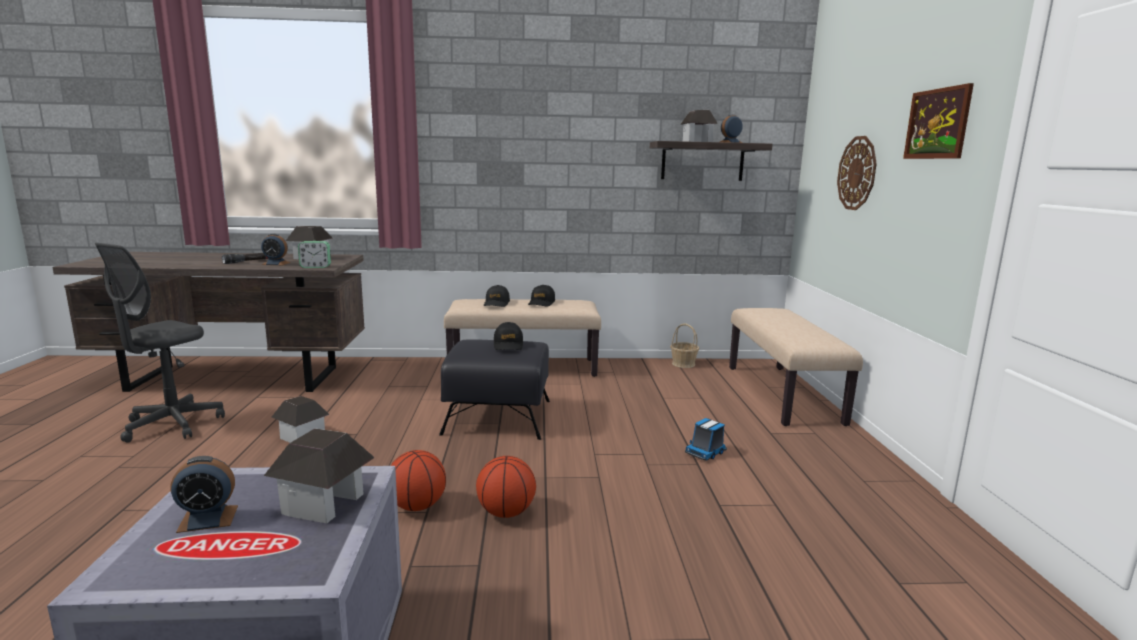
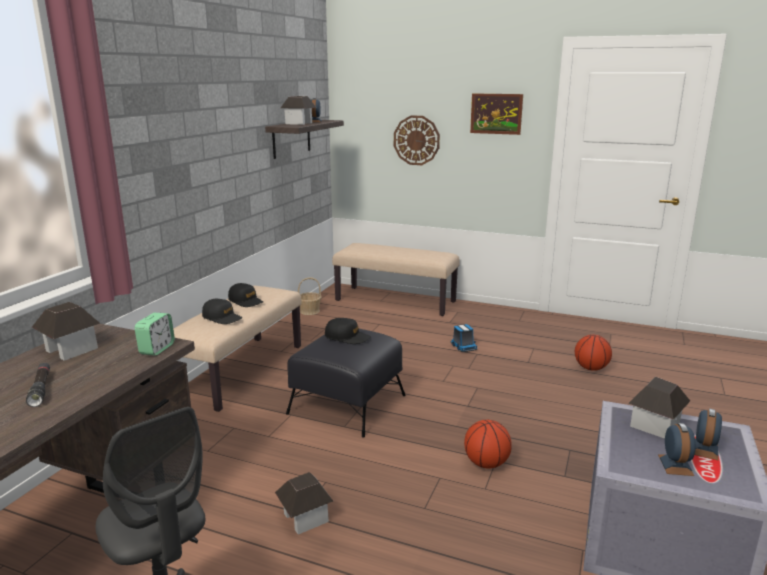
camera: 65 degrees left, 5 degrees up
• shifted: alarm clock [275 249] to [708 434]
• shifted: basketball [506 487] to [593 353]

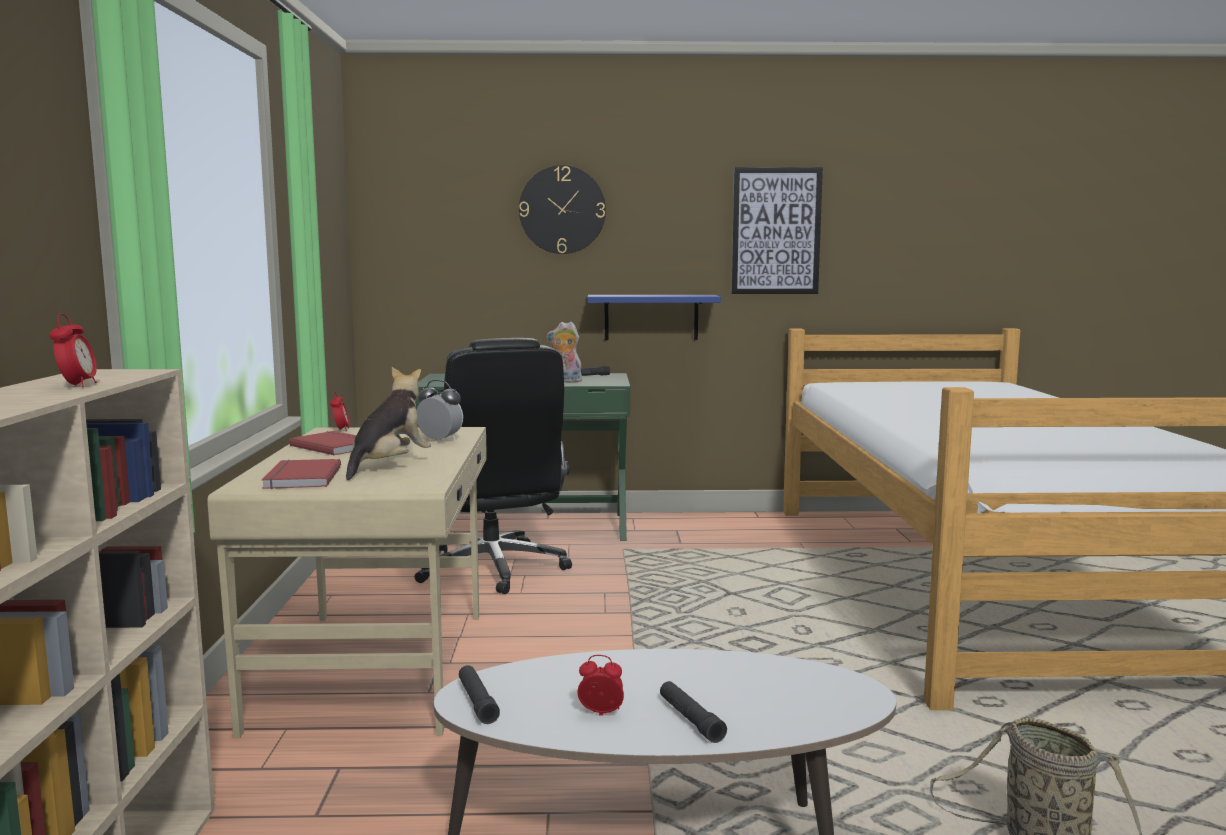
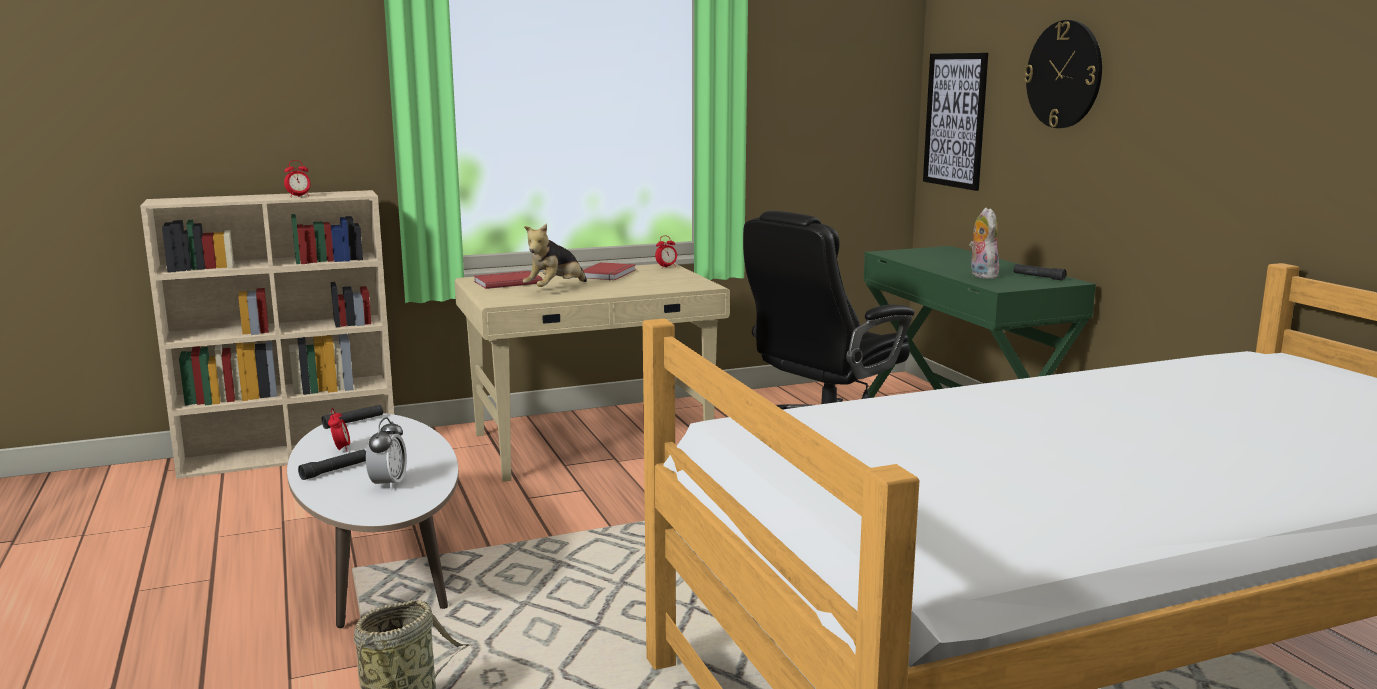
camera: 70 degrees right, 5 degrees up
• gone: blue shelf [654 317]
• shifted: alarm clock [439 411] to [386 453]
• shifted: picture [777 230] to [955 122]
• rotated: plush toy [388 423] = [555 255] 120 degrees clockwise

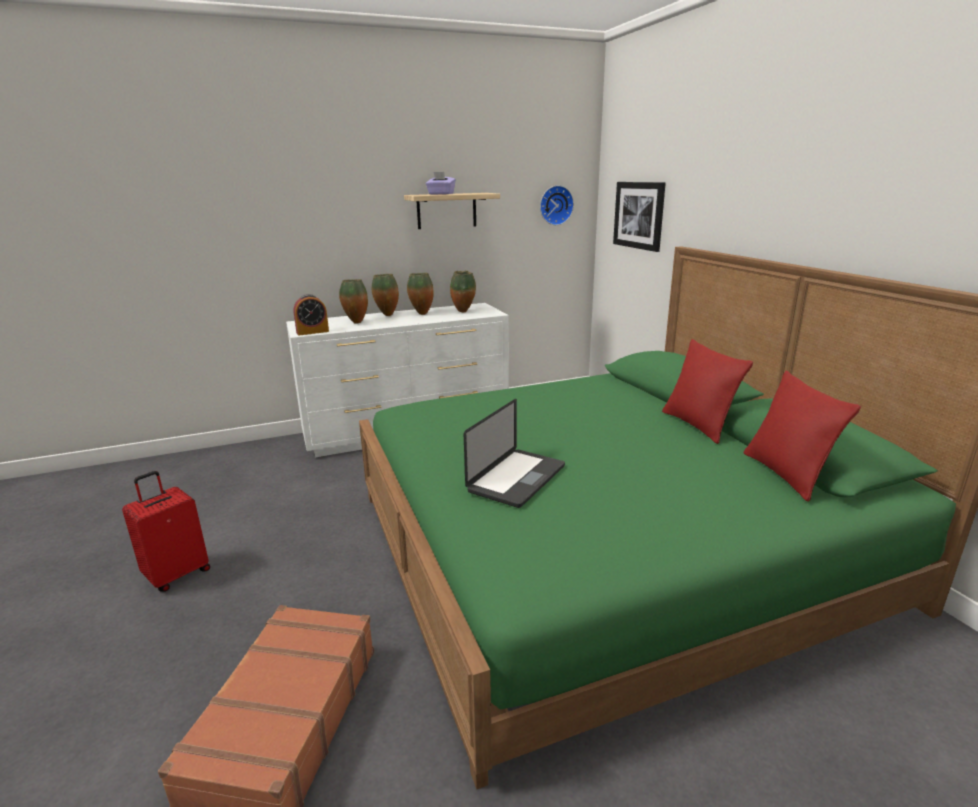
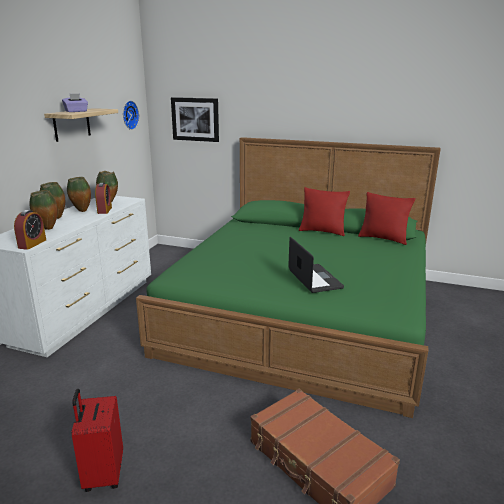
camera: 50 degrees left, 0 degrees up
• new: alarm clock [103 198]

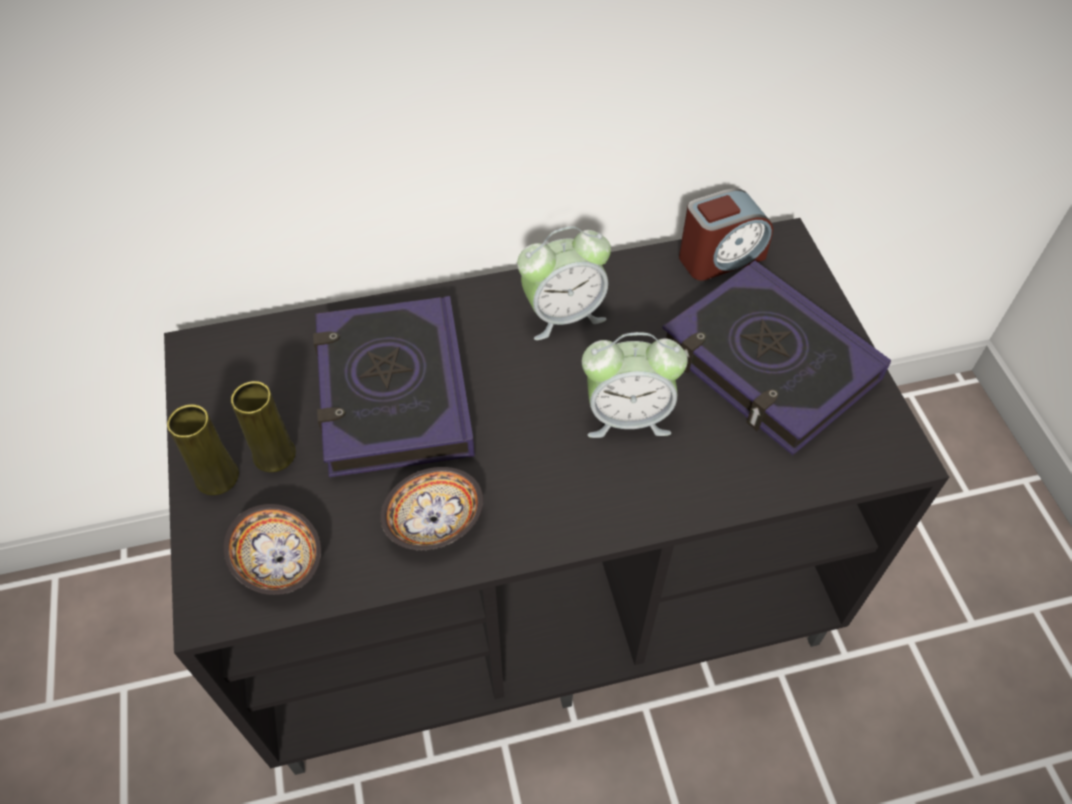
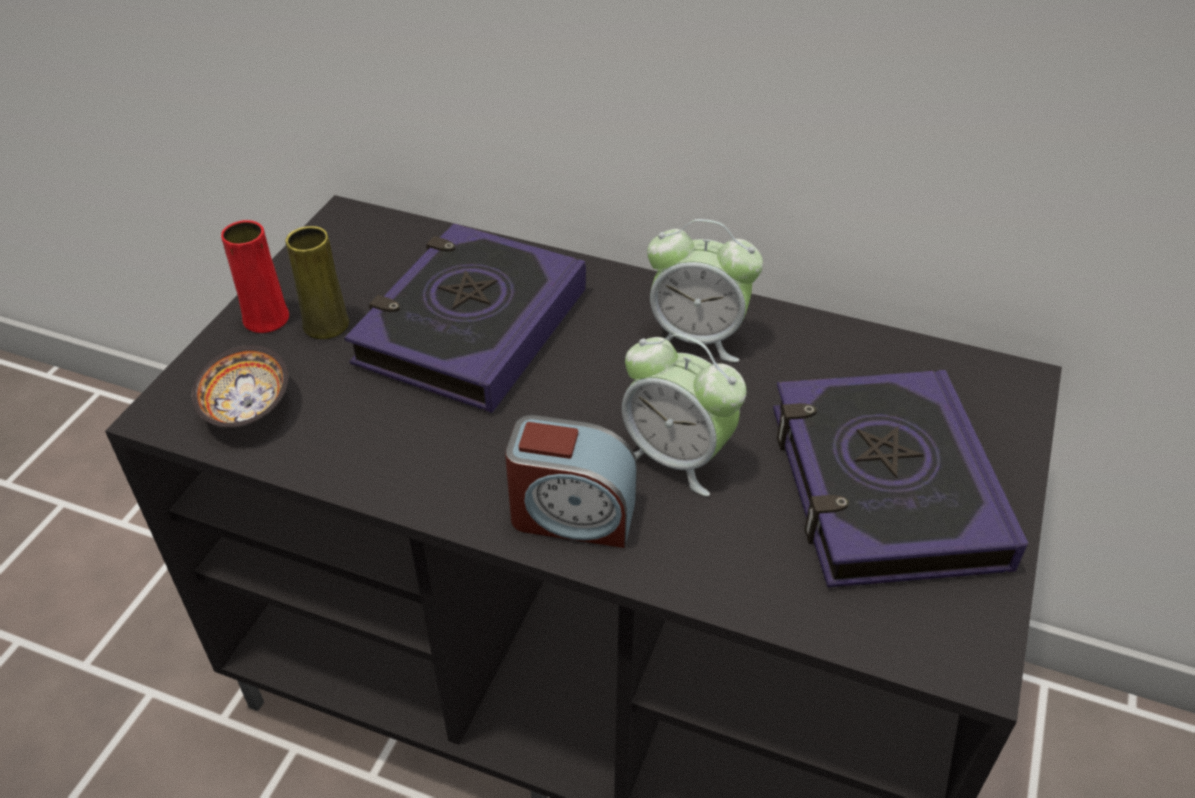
camera: 35 degrees right, 10 degrees down
• gone: bowl [431 508]
• shifted: alarm clock [726 234] to [571 481]
• repainted: yellow vase [203 449] to red vase [255 276]

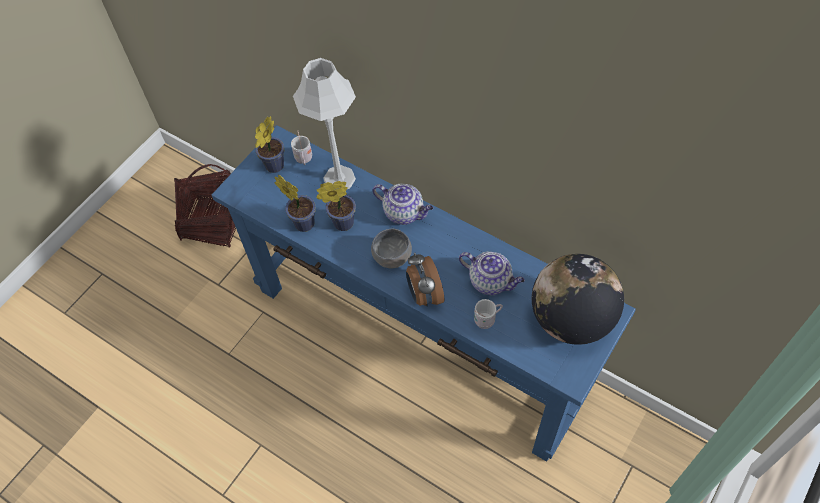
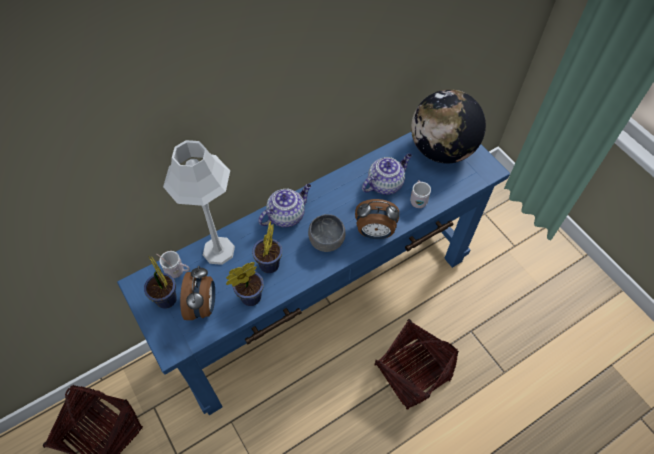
camera: 70 degrees left, 0 degrees up
• new: alarm clock [197 293]
• new: basket [417 364]

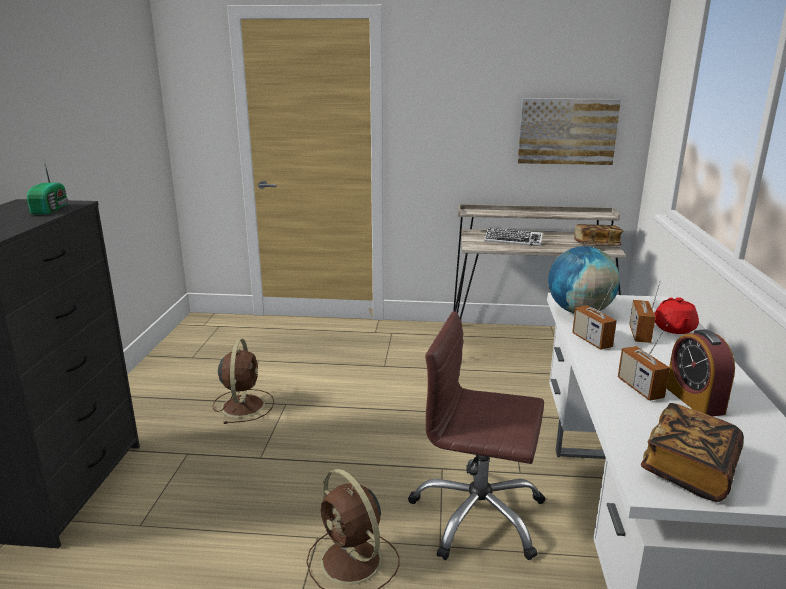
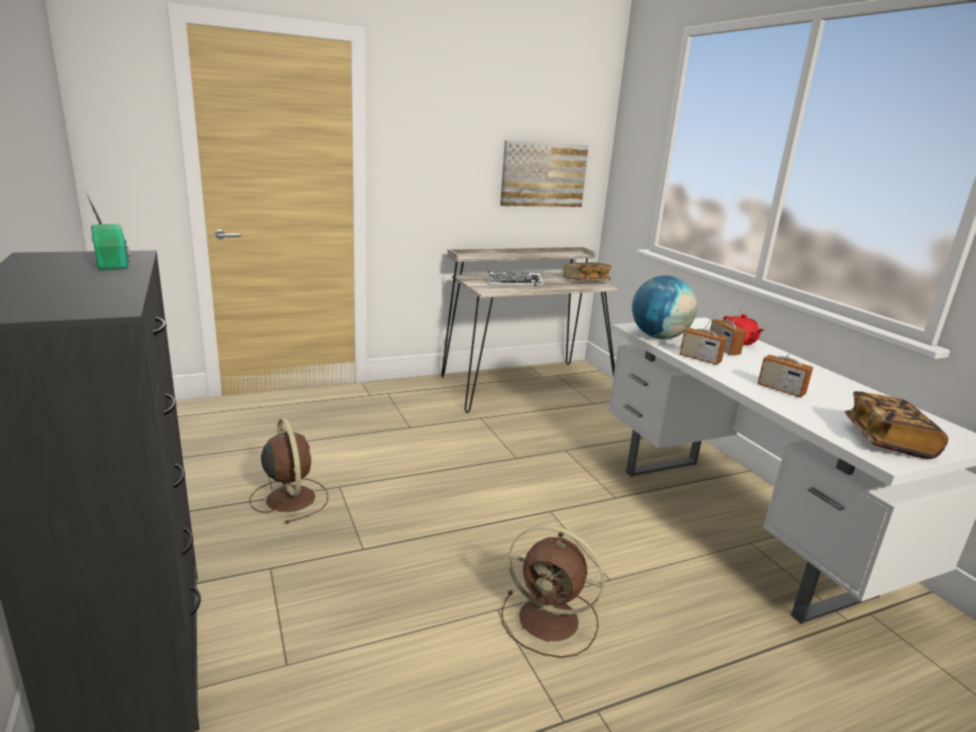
camera: 30 degrees left, 0 degrees up
• gone: brown office chair [476 435]
• gone: alarm clock [700 373]

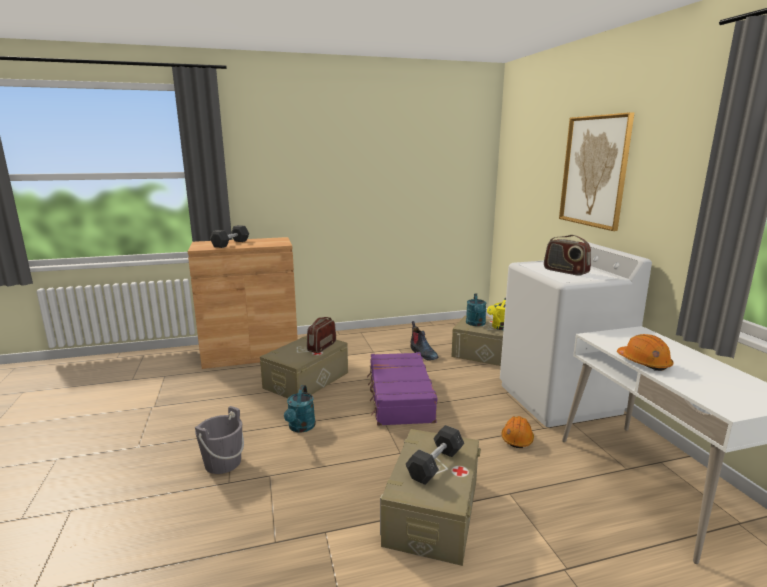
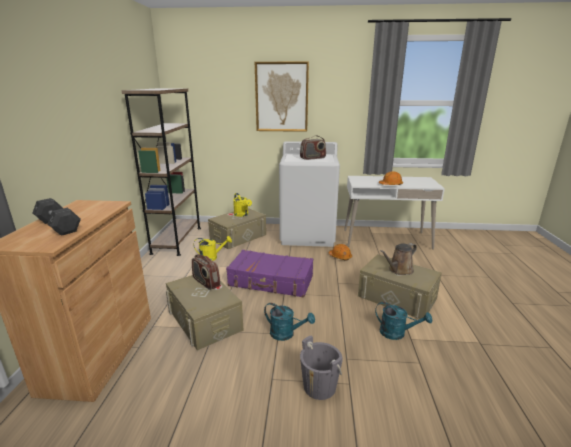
camera: 70 degrees left, 5 degrees up
• new: brown bookcase [161 172]
• shifted: turquoise watering can [476 309] to [403 321]
• swapped: grey dumbbell [435 455] to brown watering can [398 259]
• swapped: boot [424 341] to yellow watering can [213 248]

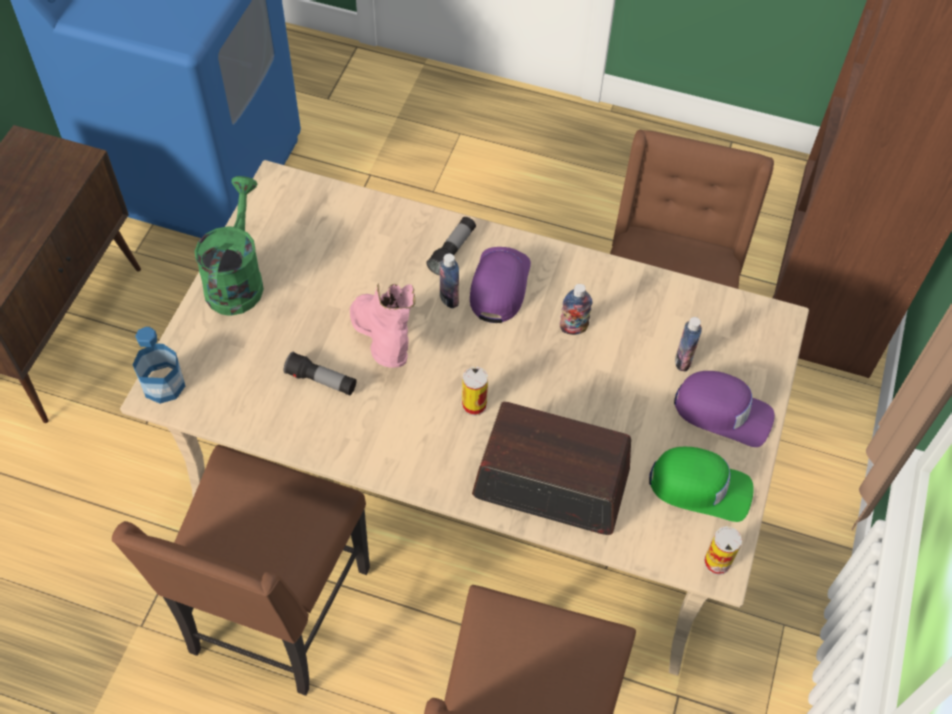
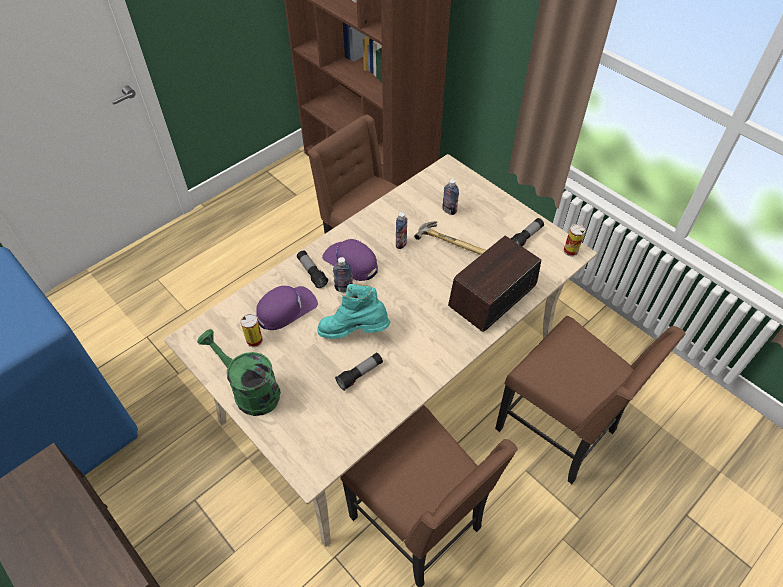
camera: 60 degrees left, 5 degrees down
• gone: bottle [158 365]
• new: hammer [450 238]
• shifted: can [475 391] to [251 330]
• shifted: purple cap [724 409] to [287 308]
• swapped: green cap [701 484] to flashlight [527 232]
• repainted: pink boot [383 325] to turquoise boot [353 311]

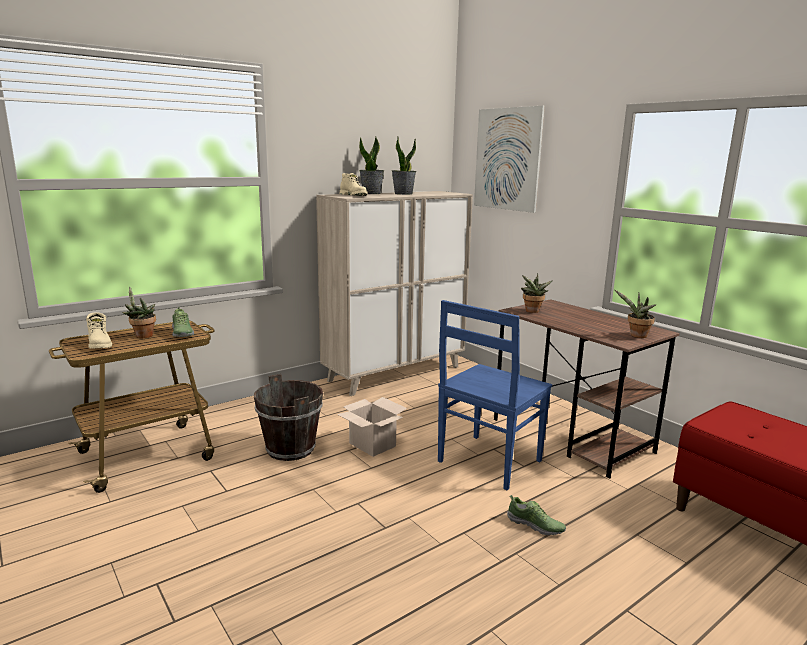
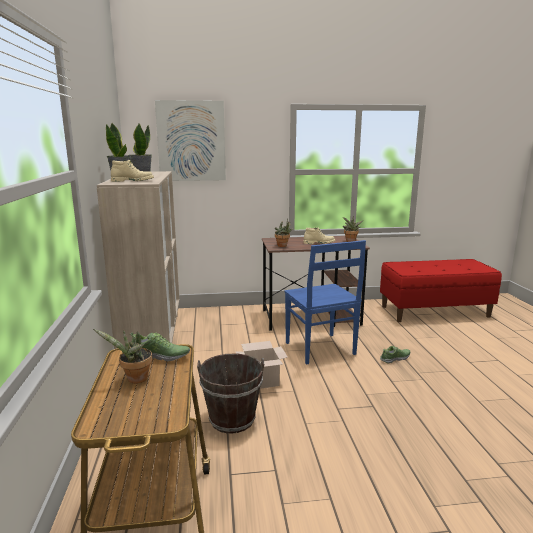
camera: 60 degrees left, 0 degrees up
• shifted: beige boot [99 330] to [319 236]

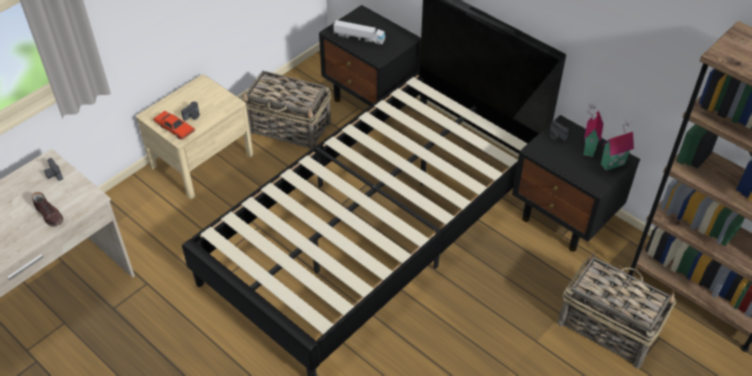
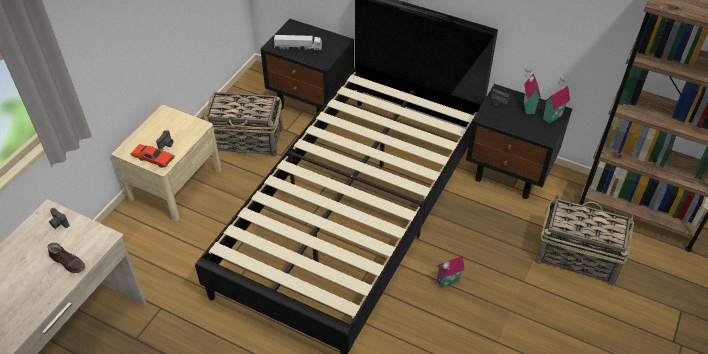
camera: 15 degrees left, 0 degrees up
• new: toy house [450 272]

